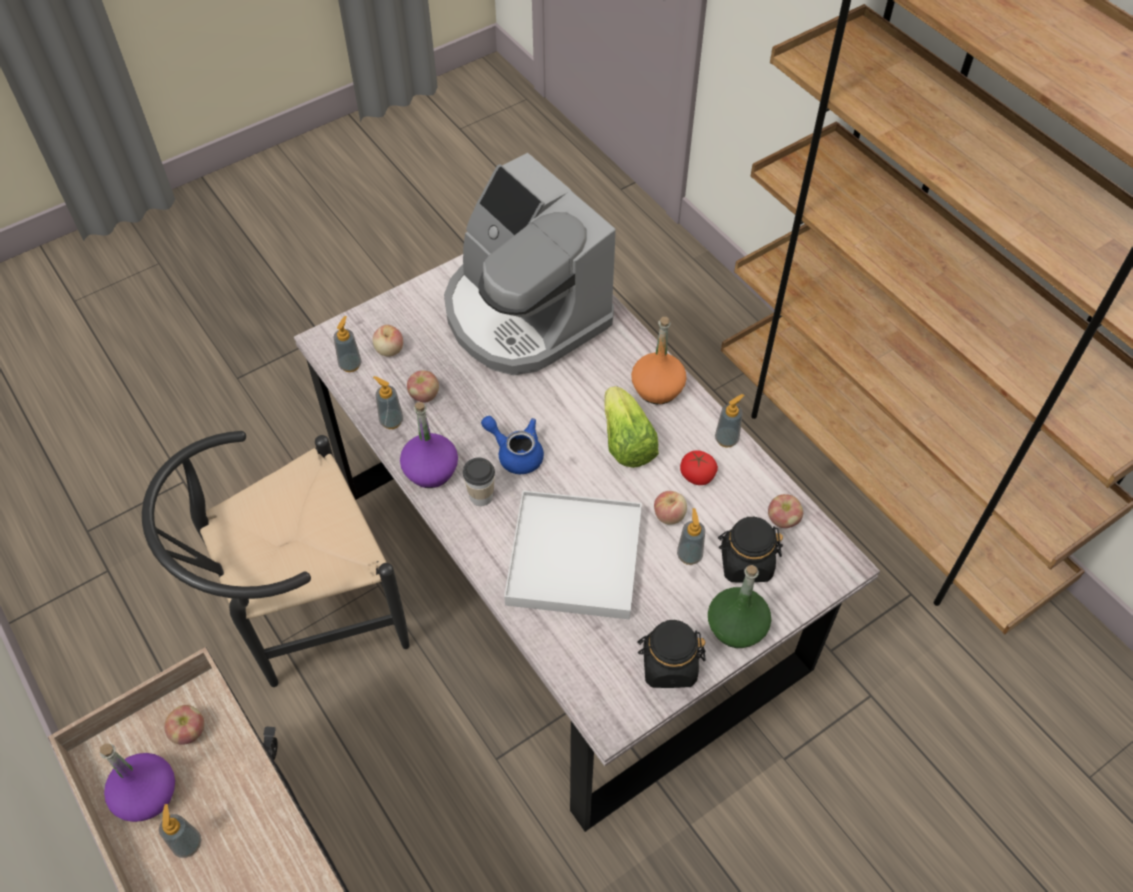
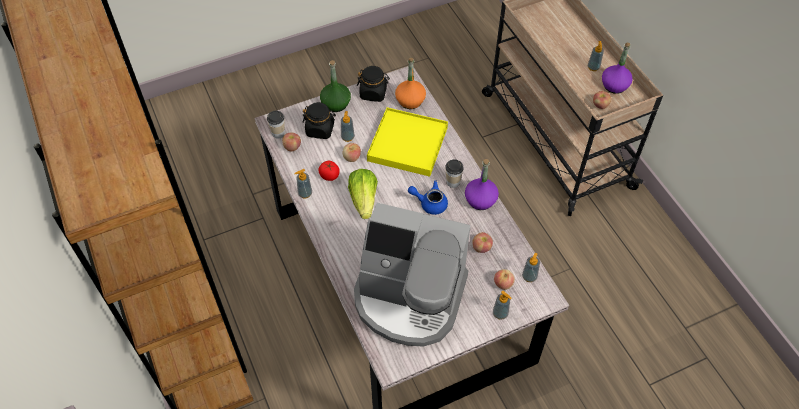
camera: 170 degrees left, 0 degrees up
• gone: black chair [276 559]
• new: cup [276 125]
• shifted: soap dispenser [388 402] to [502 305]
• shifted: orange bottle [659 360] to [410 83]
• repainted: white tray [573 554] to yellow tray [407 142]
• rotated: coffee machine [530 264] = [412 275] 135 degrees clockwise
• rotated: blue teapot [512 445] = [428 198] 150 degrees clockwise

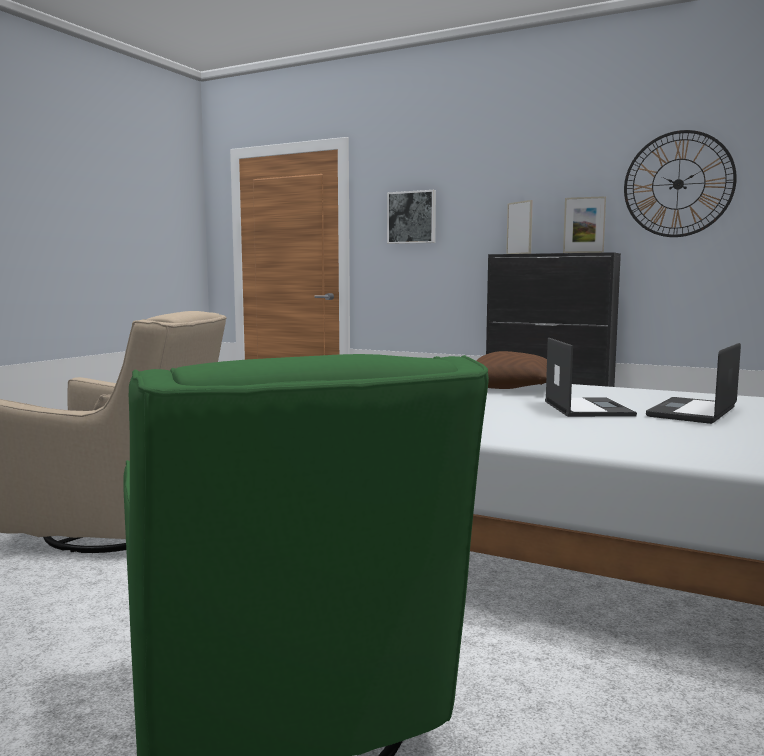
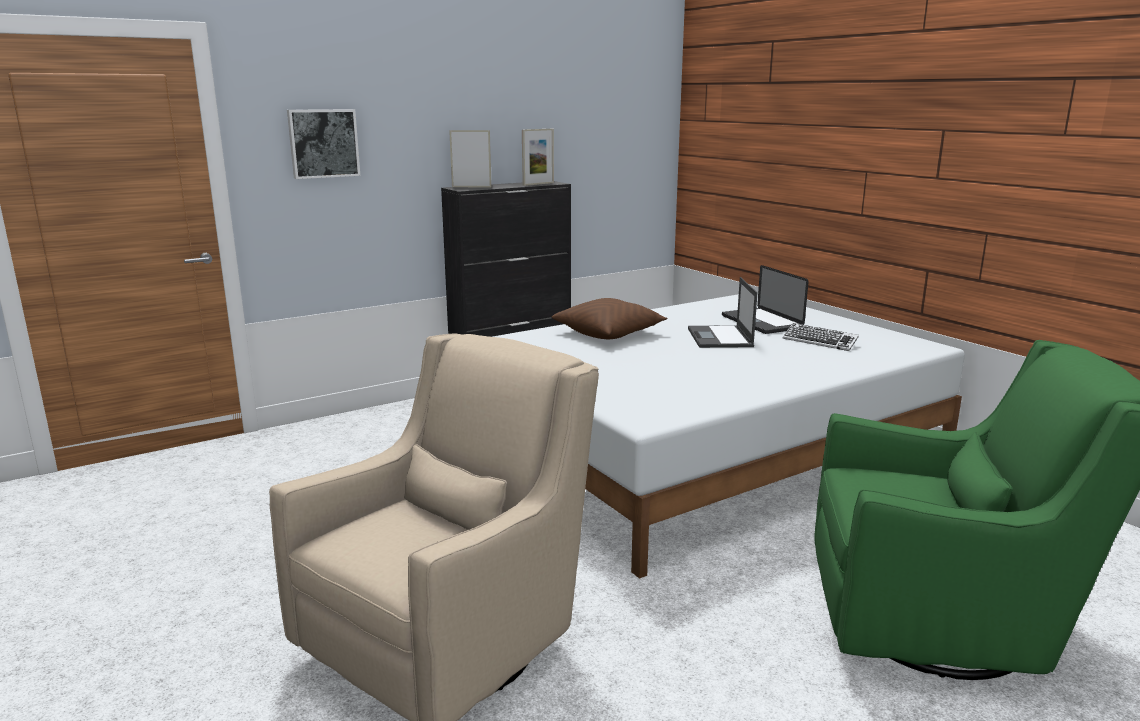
camera: 60 degrees left, 10 degrees up
• gone: wall clock [680 183]
• new: keyboard [821 337]
• rotated: laptop [591 377] = [722 312] 120 degrees counterclockwise

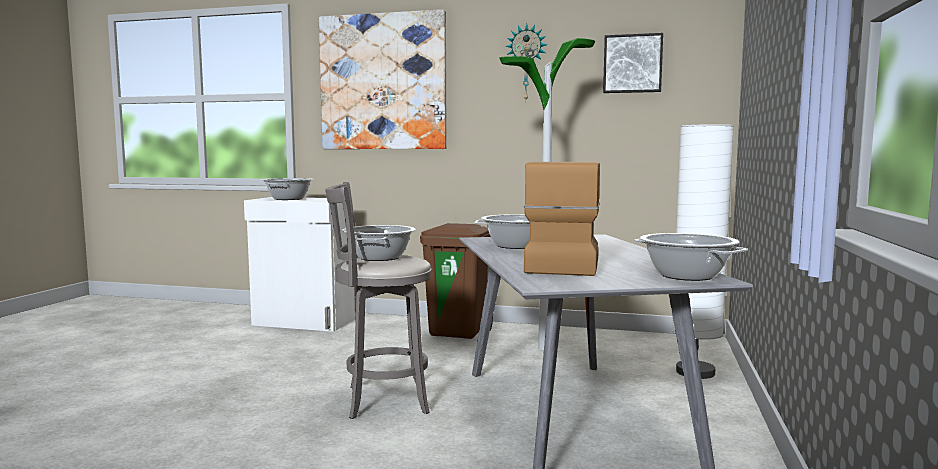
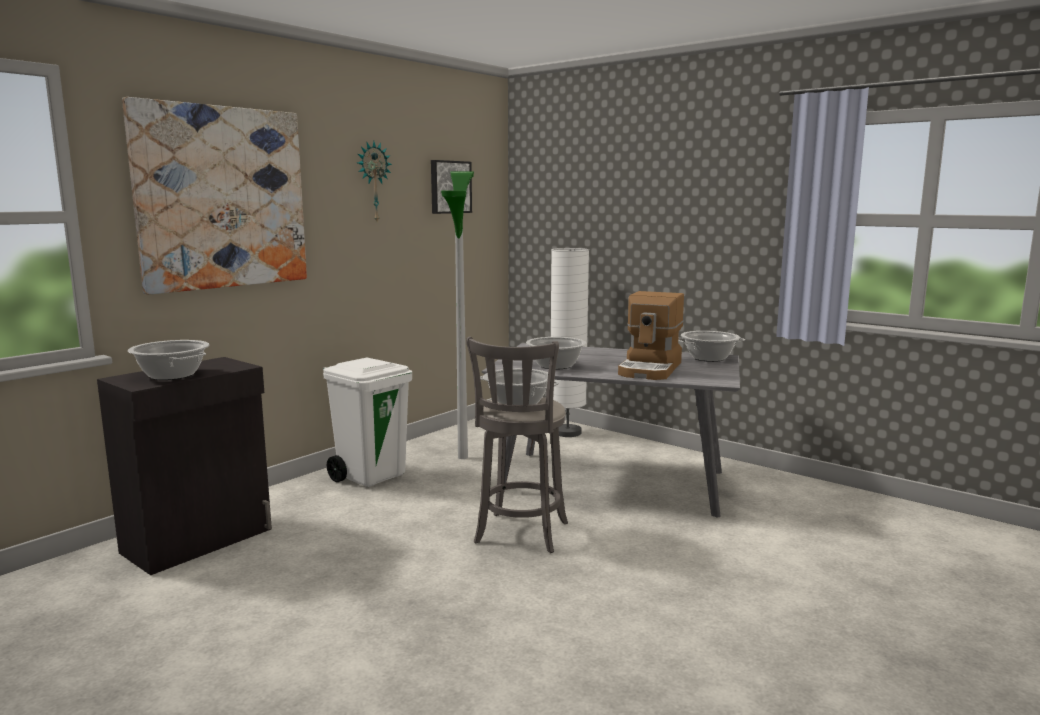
camera: 65 degrees left, 5 degrees up
• repainted: white cabinet [299 264] to black cabinet [184 466]
• repainted: brown trash can [456 281] to white trash can [367 422]
• rotated: coffee machine [562 219] = [651 335] 105 degrees counterclockwise

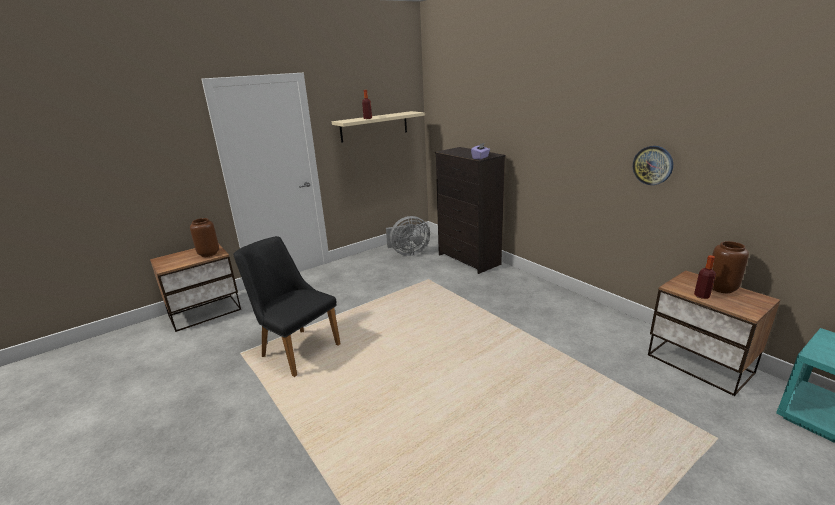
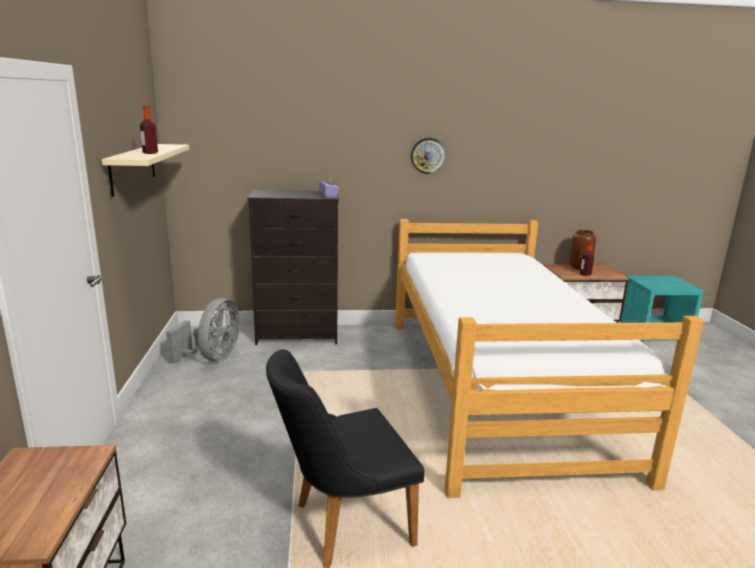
camera: 60 degrees left, 5 degrees down
• gone: brown vase [204 237]
• new: bed [549 358]
• shifted: wall clock [653 165] to [428 156]

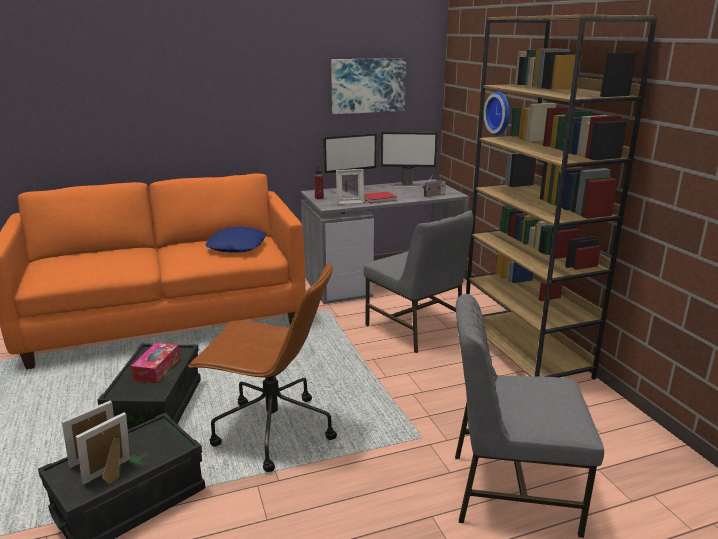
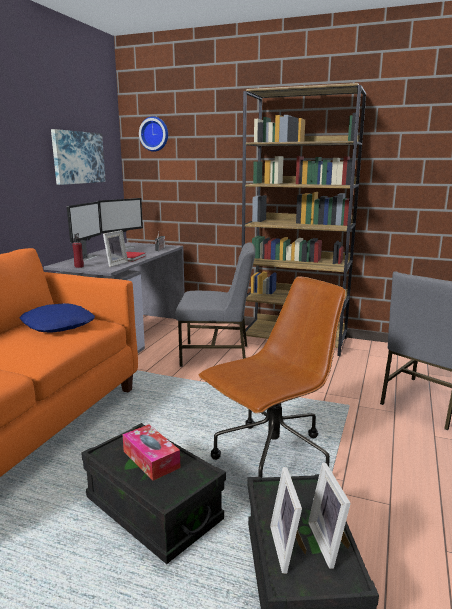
camera: 50 degrees left, 5 degrees down
• shifted: wall clock [497 113] to [153 134]

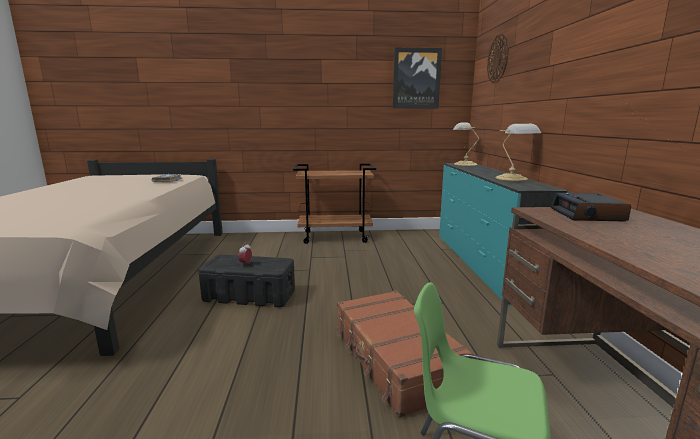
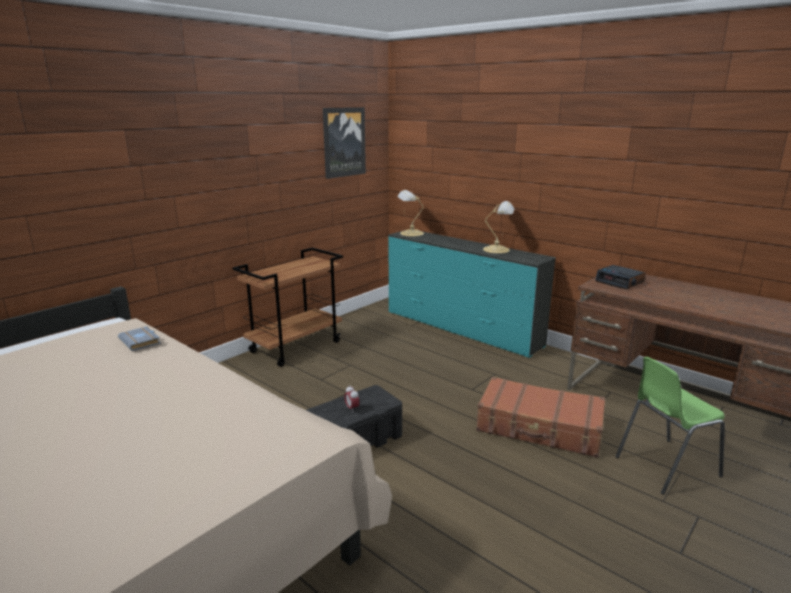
camera: 45 degrees left, 5 degrees up
• gone: wall clock [498 58]

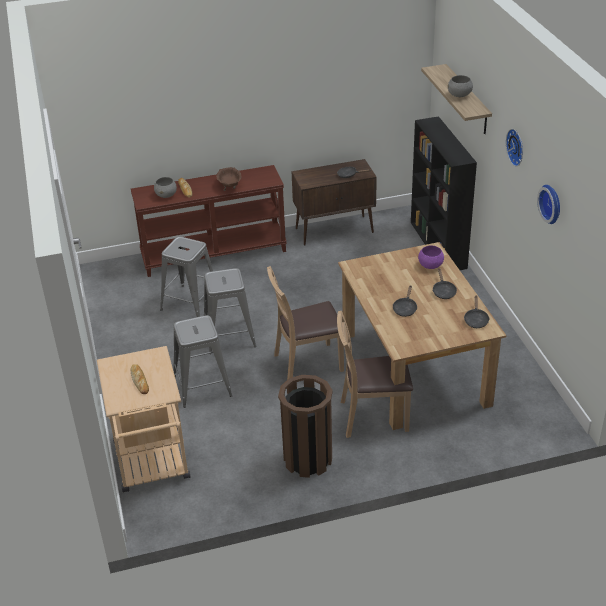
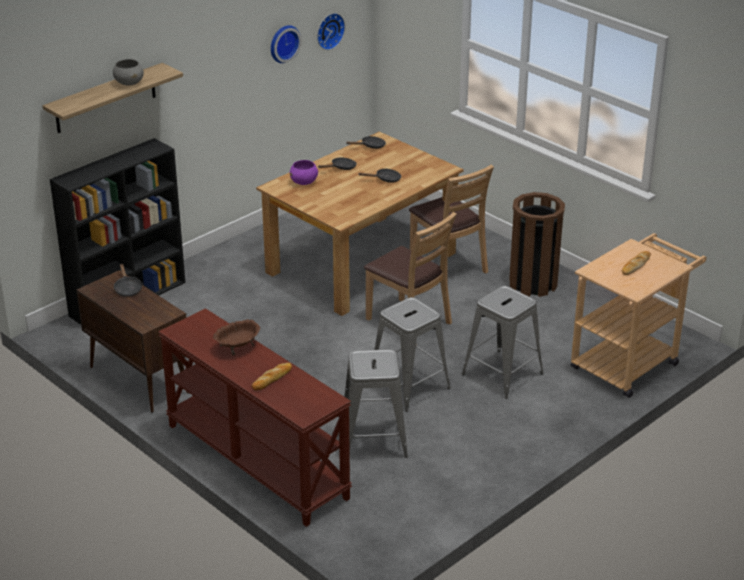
camera: 120 degrees left, 5 degrees down
• gone: grey bowl [165 187]
• shifted: wall clock [514 148] to [331 31]

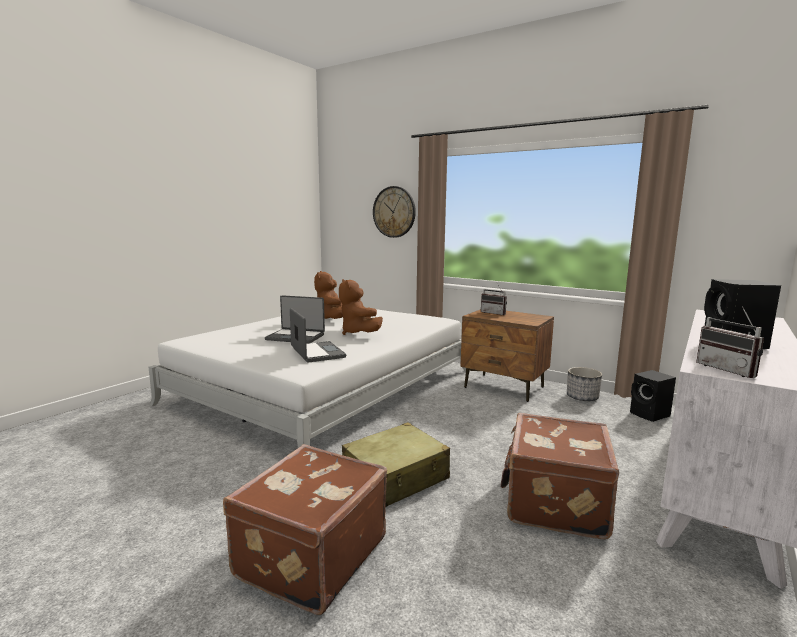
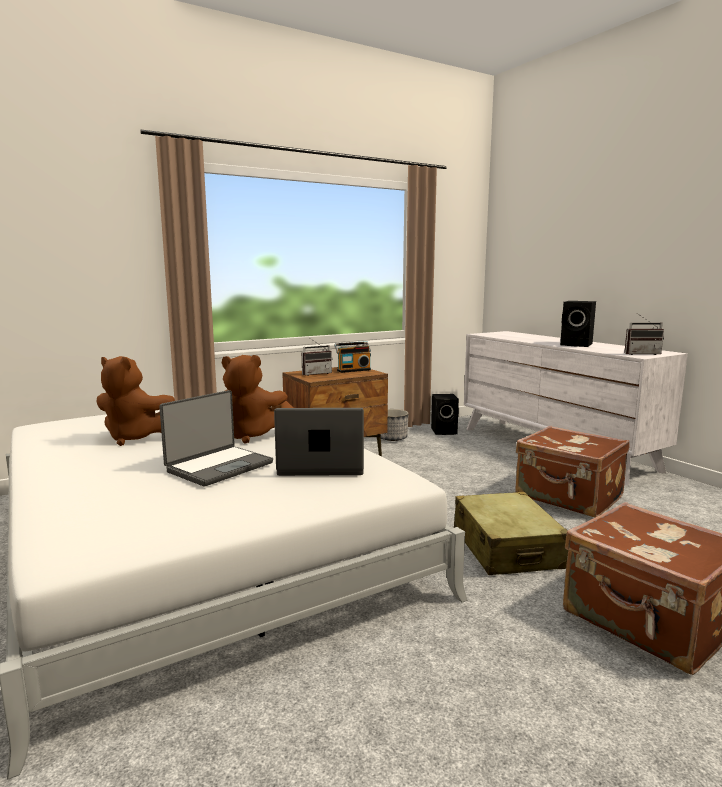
camera: 65 degrees left, 0 degrees up
• gone: wall clock [394 212]
• new: radio [352 357]

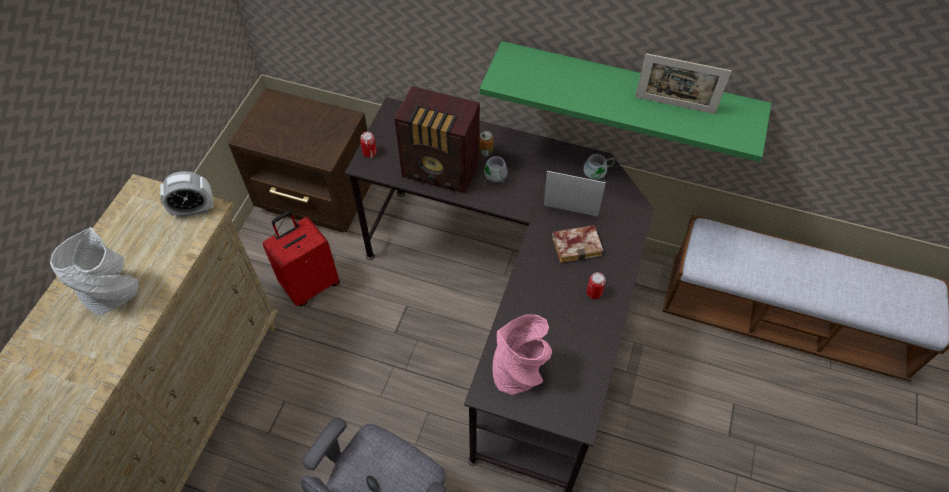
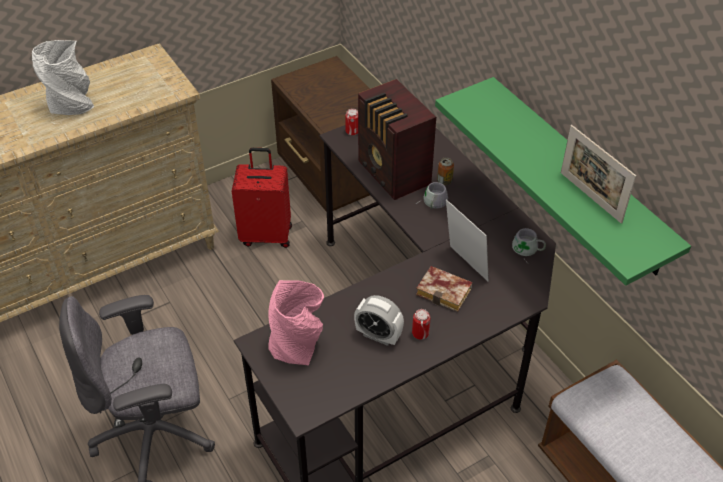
camera: 40 degrees right, 10 degrees down
• shifted: alarm clock [186 194] to [379 320]

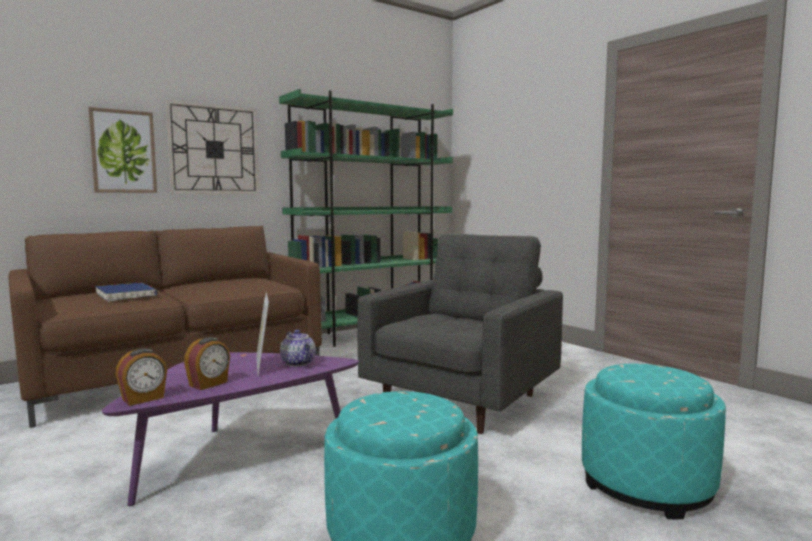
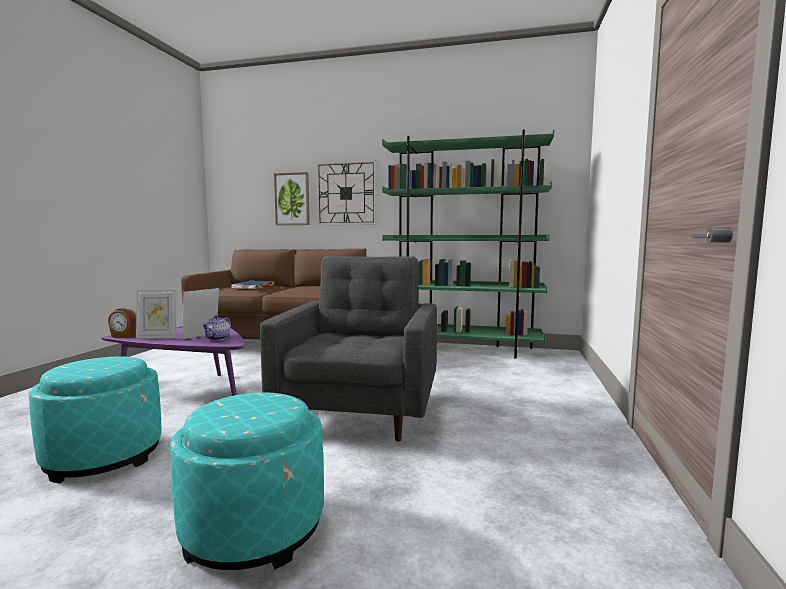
camera: 50 degrees right, 0 degrees up
• swapped: alarm clock [207 363] to picture frame [156 314]
• rotated: grey armchair [460 333] = [348 348] 75 degrees counterclockwise

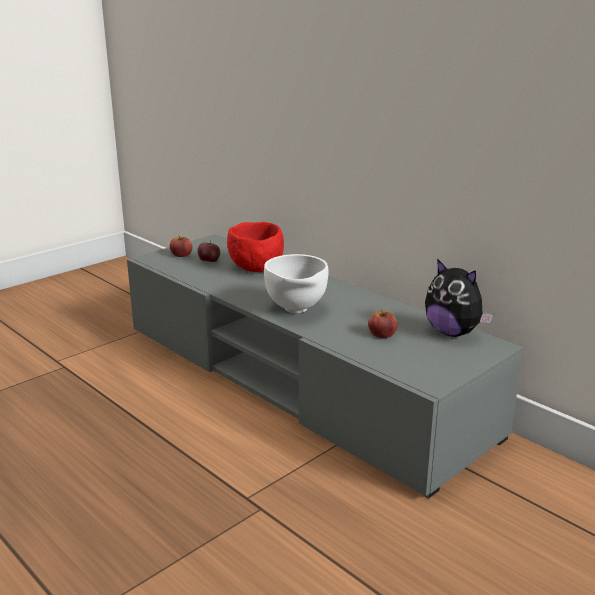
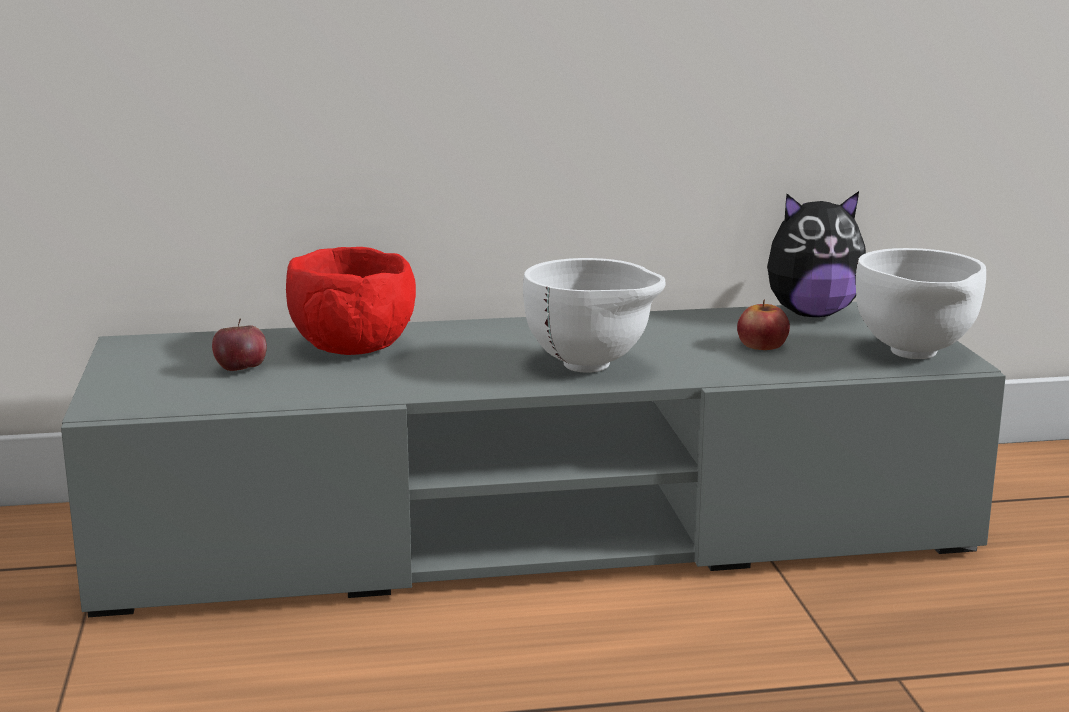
camera: 55 degrees left, 5 degrees down
• gone: apple [181 246]
• new: white bowl [921 303]

